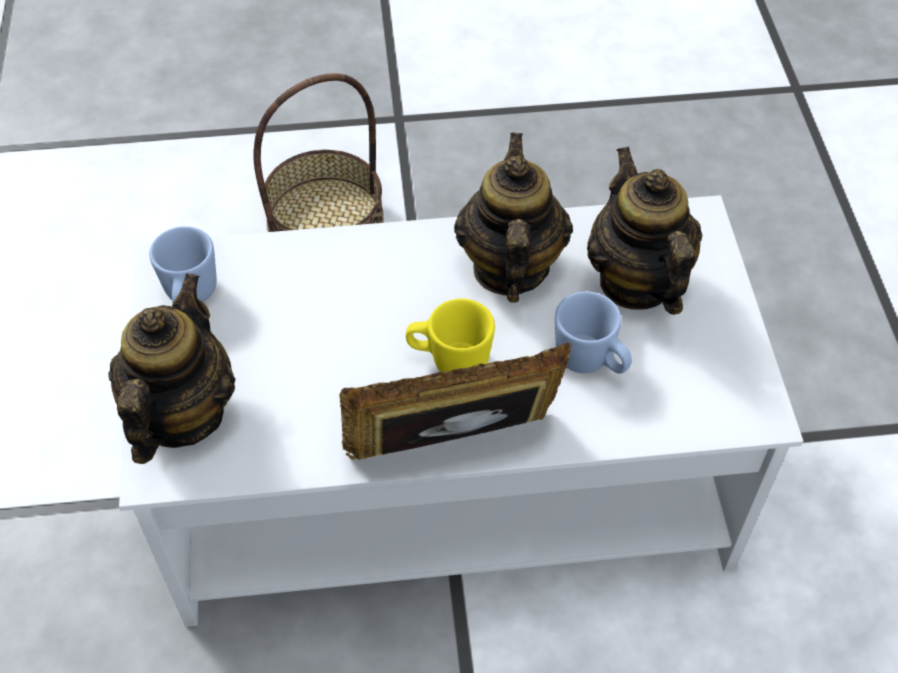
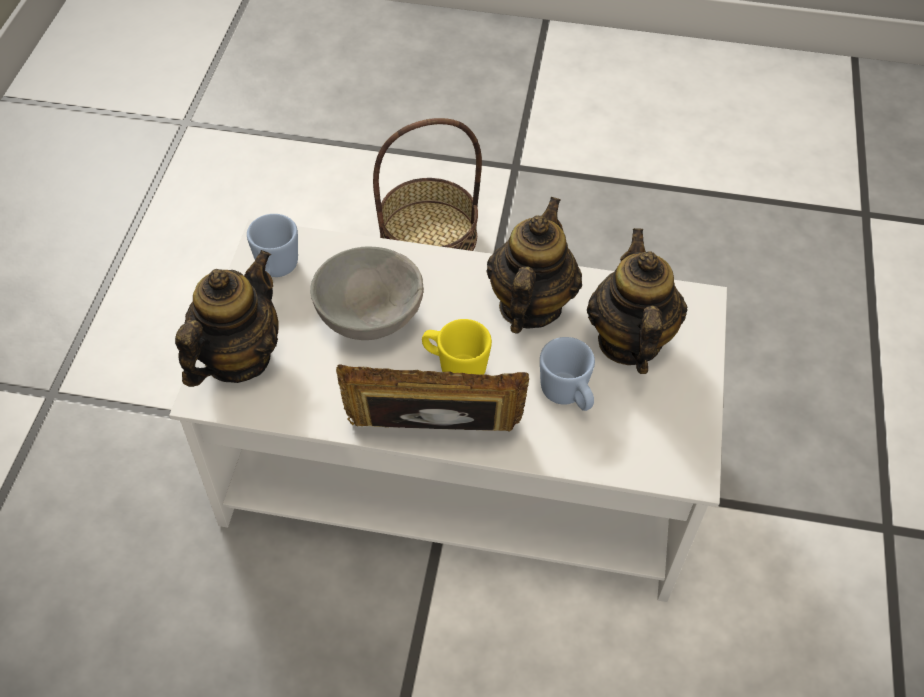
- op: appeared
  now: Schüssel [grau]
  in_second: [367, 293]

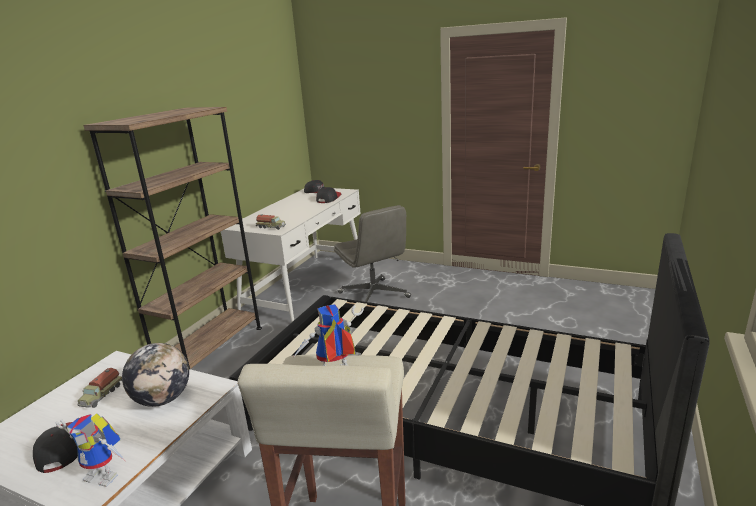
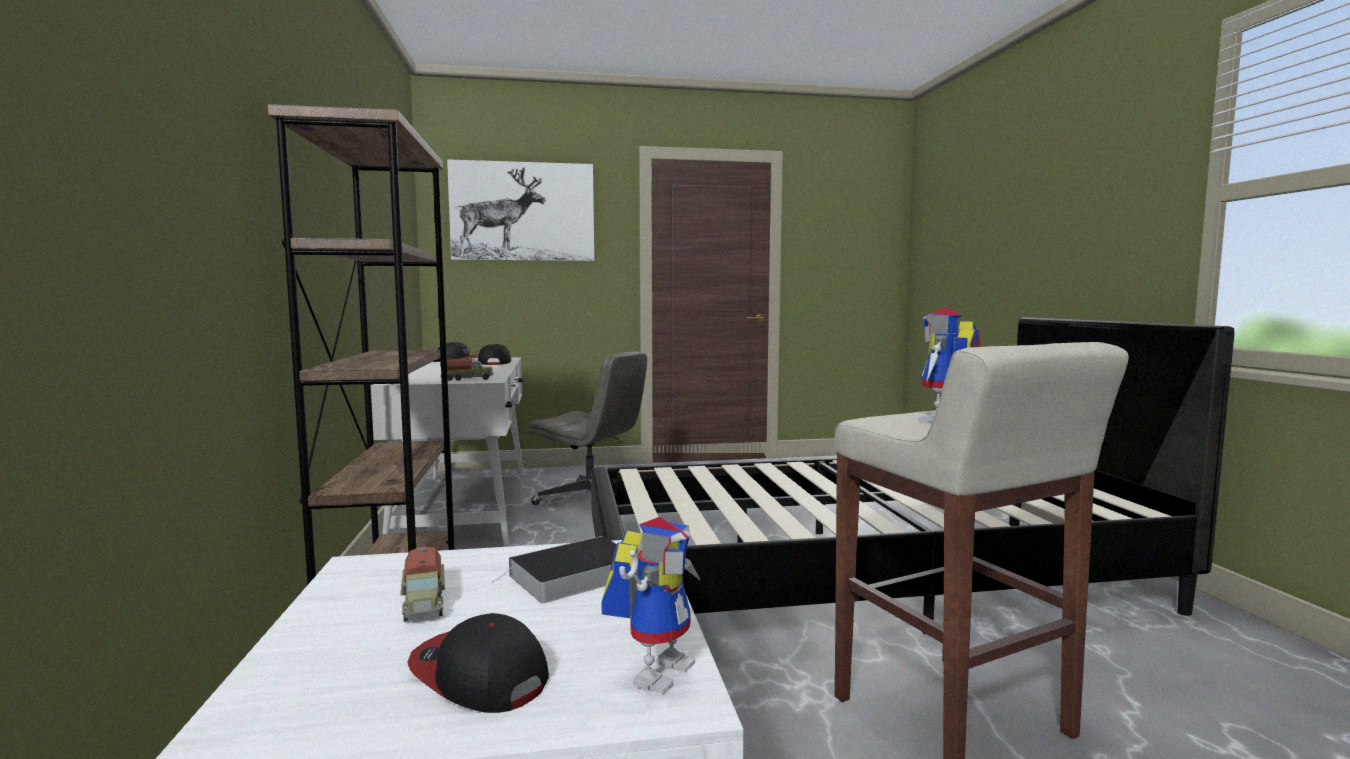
- op: appeared
  now: Bild
  in_second: [520, 210]
- op: exchanged
  was: Globus
  now: Buch
  in_first: [155, 375]
  in_second: [554, 569]
- op: spun
  was: Spielzeugroboter
  in_first: [90, 450]
  in_second: [651, 606]
  clockwise: -45

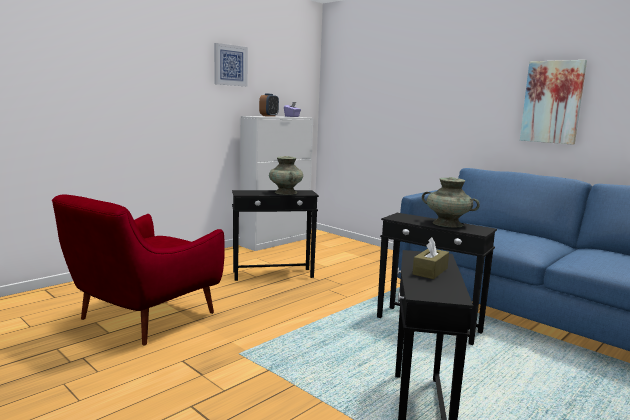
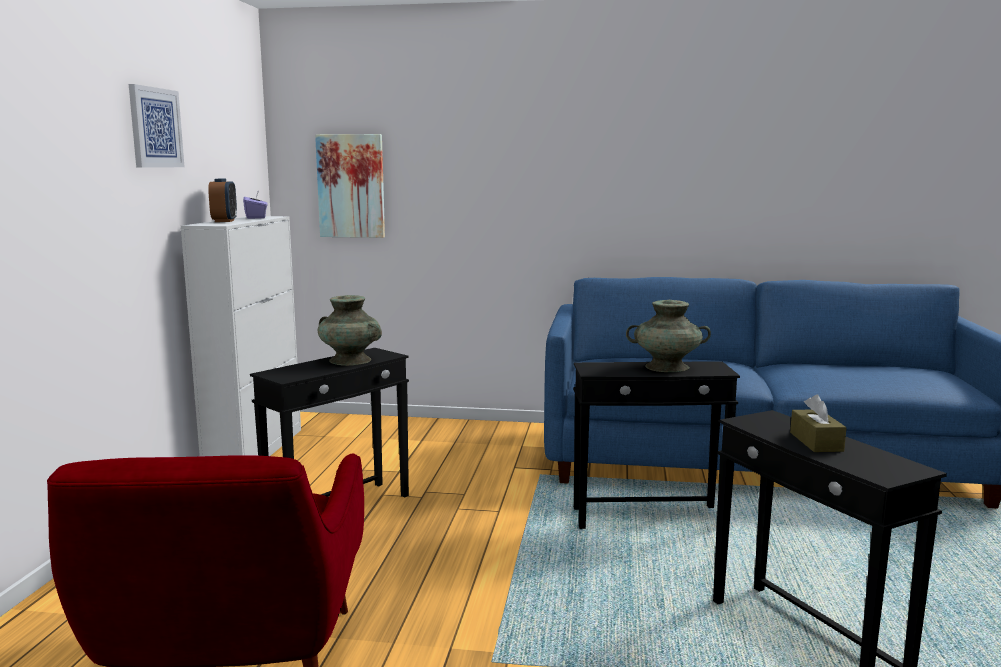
- op: relocated
  was: Bild
  in_first: [553, 102]
  in_second: [350, 186]

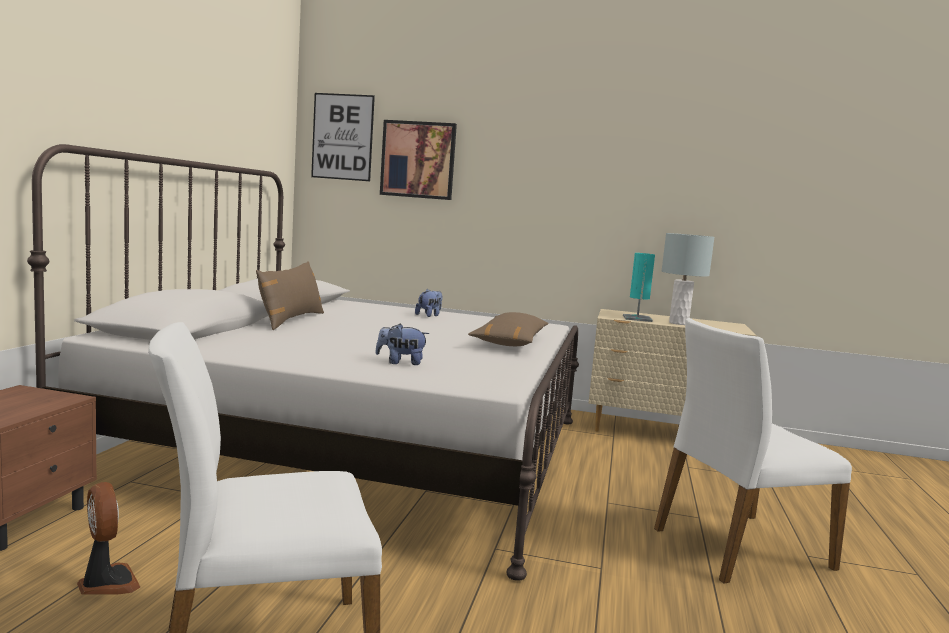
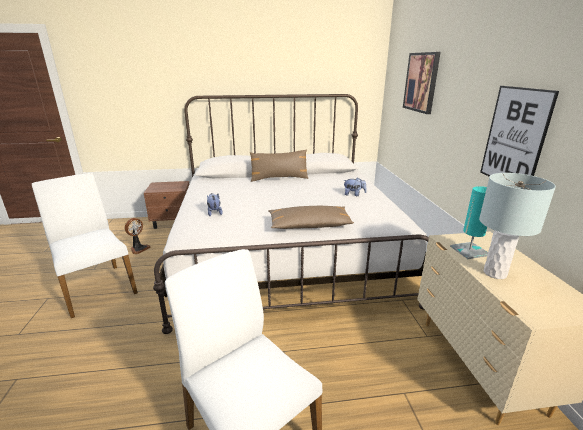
- op: relocated
  was: Bild
  in_first: [343, 137]
  in_second: [519, 131]

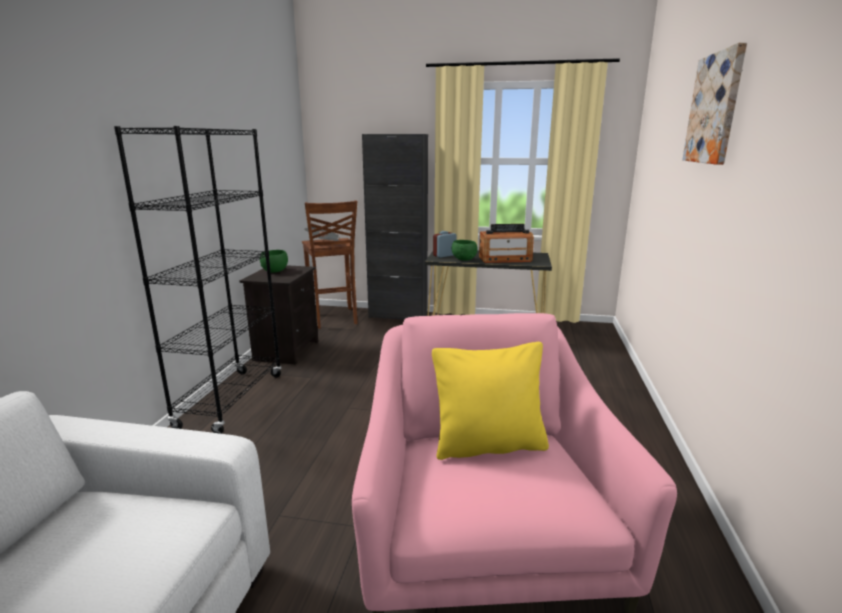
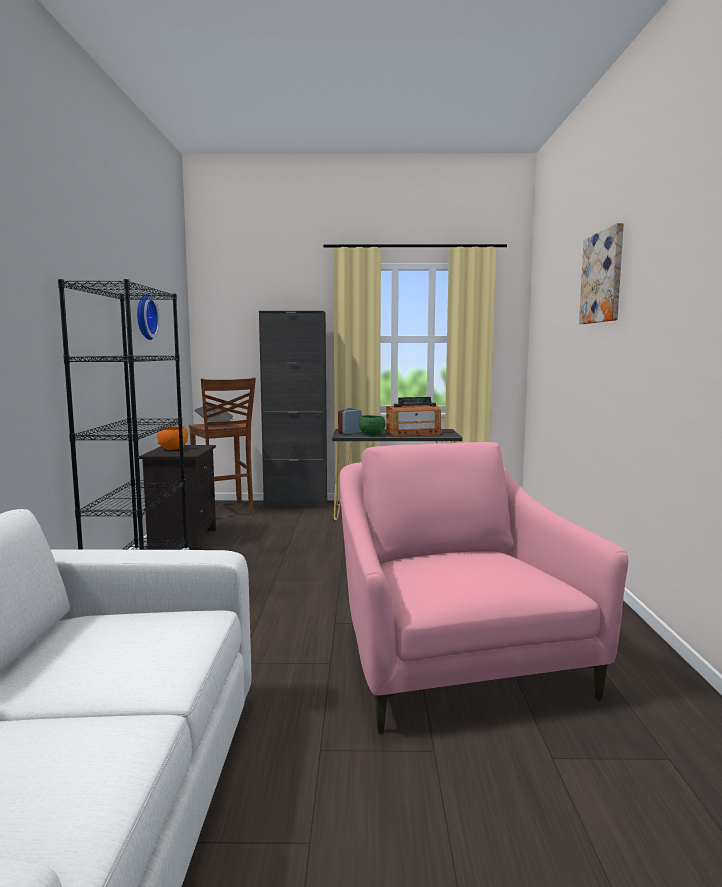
- op: appeared
  now: Wanduhr
  in_second: [148, 317]
- op: colour
  was: Schüssel [grün]
  now: Schüssel [orange]
  in_first: [274, 261]
  in_second: [172, 438]
- op: missing
  was: Kissen [gelb]
  in_first: [490, 401]

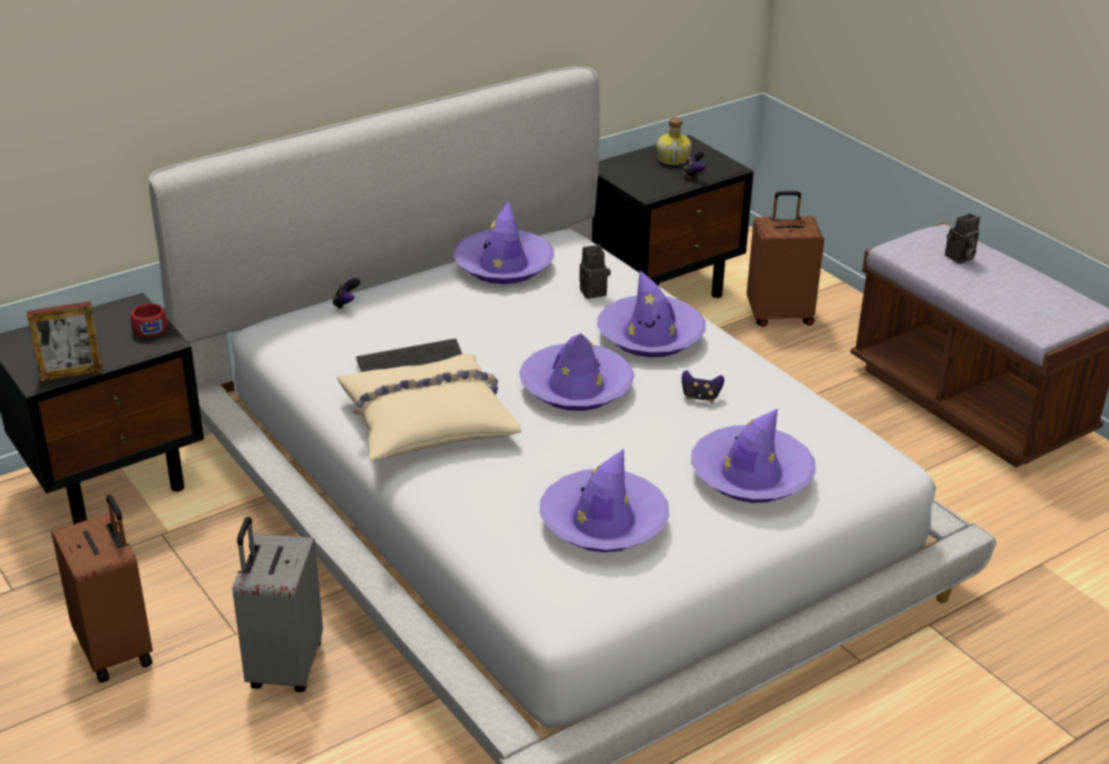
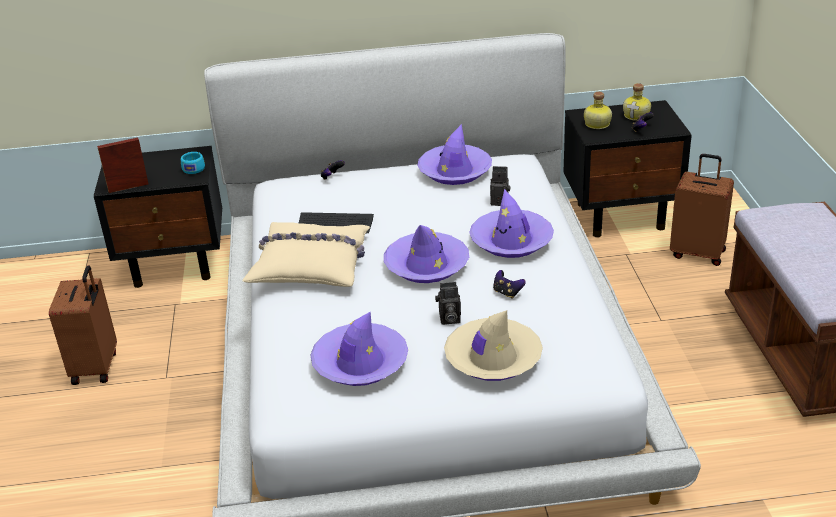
- op: spun
  was: Bilderrahmen
  in_first: [65, 341]
  in_second: [123, 165]
  clockwise: 150
- op: colour
  was: Tasse [rot]
  now: Tasse [türkis]
  in_first: [149, 320]
  in_second: [193, 163]
- op: relocated
  was: Kamera
  in_first: [962, 238]
  in_second: [448, 303]
- op: colour
  was: Hut [lila]
  now: Hut [beige]
  in_first: [753, 455]
  in_second: [493, 345]
- op: appeared
  now: Flasche
  in_second: [598, 110]
- op: missing
  was: Koffer [grau]
  in_first: [278, 604]

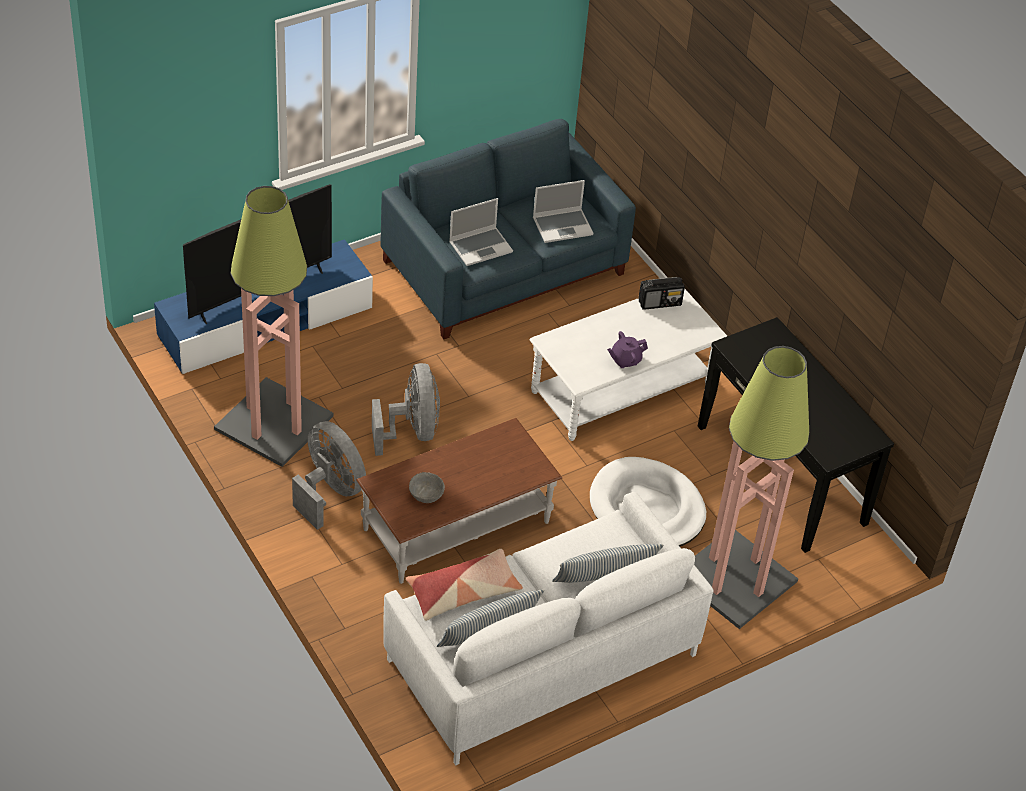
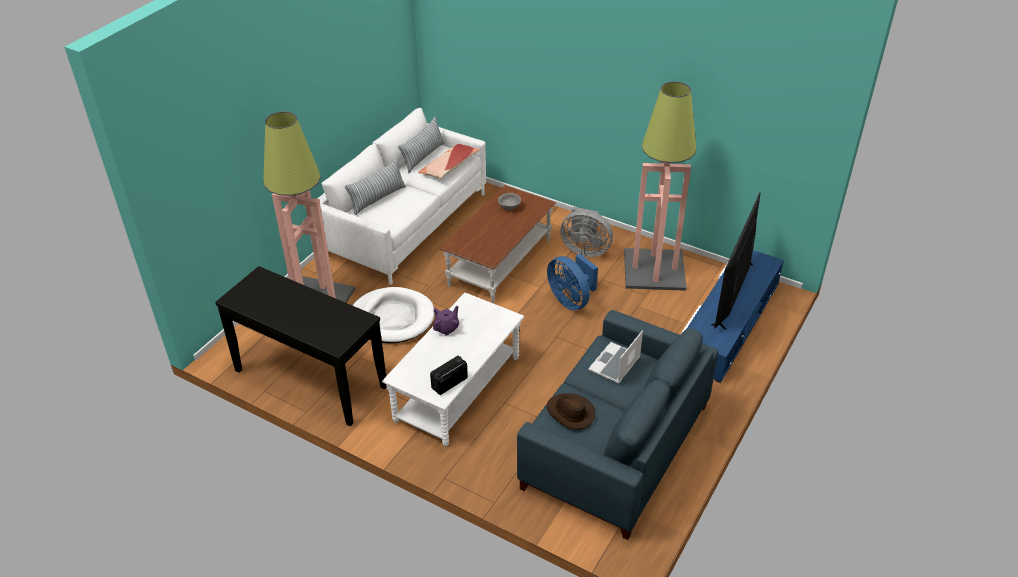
- op: exchanged
  was: Laptop
  now: Hut [braun]
  in_first: [563, 211]
  in_second: [570, 411]
- op: colour
  was: Ventilator [grau]
  now: Ventilator [blau]
  in_first: [406, 409]
  in_second: [572, 282]

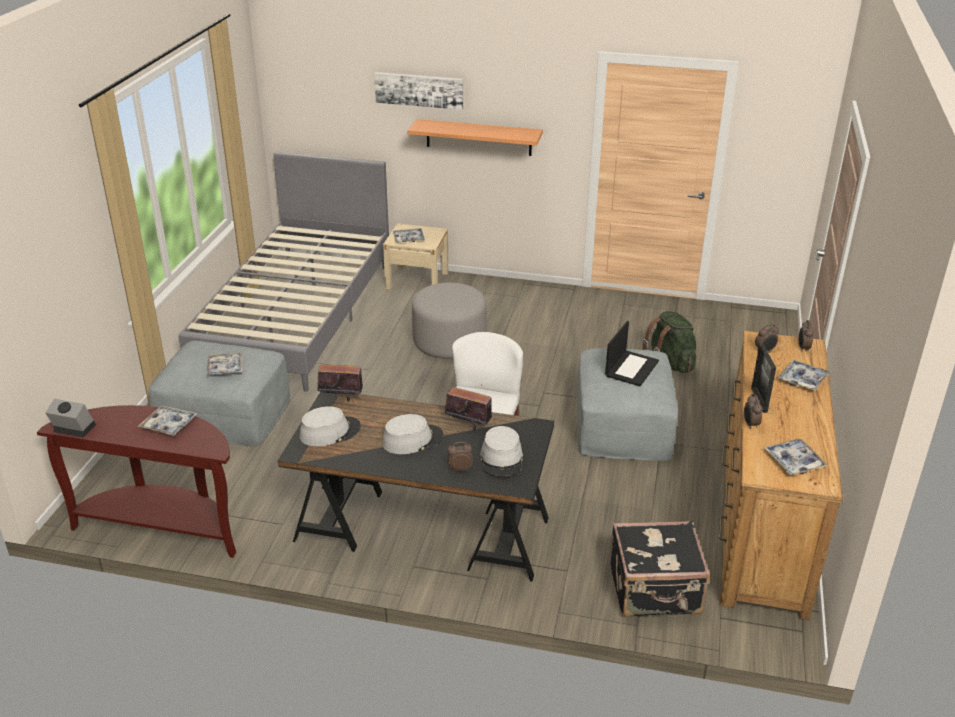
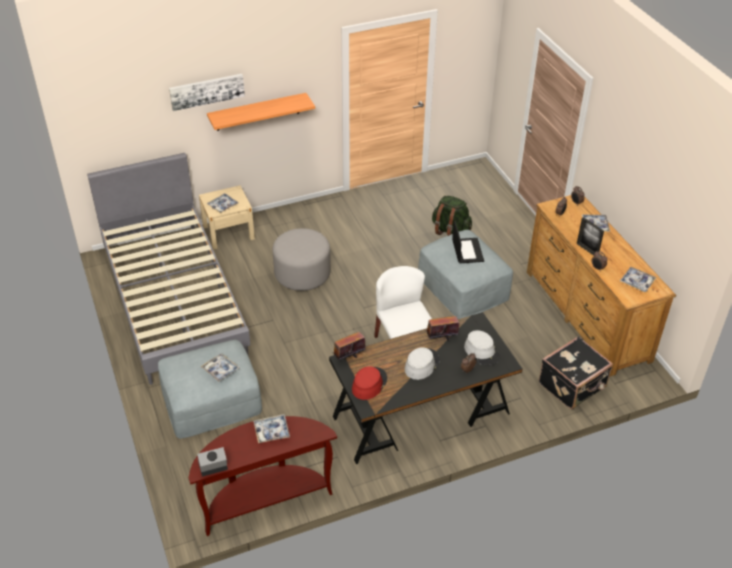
- op: colour
  was: Hut [grau]
  now: Hut [rot]
  in_first: [330, 426]
  in_second: [369, 383]

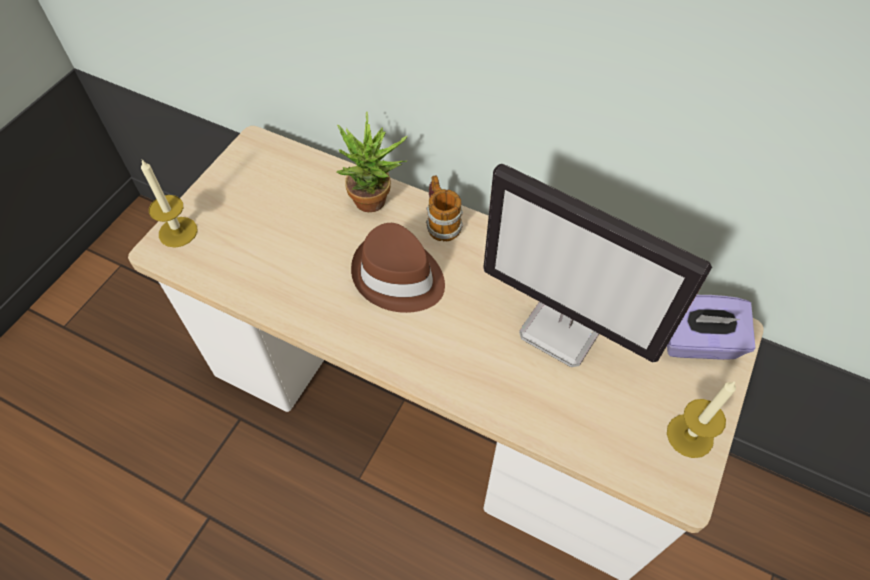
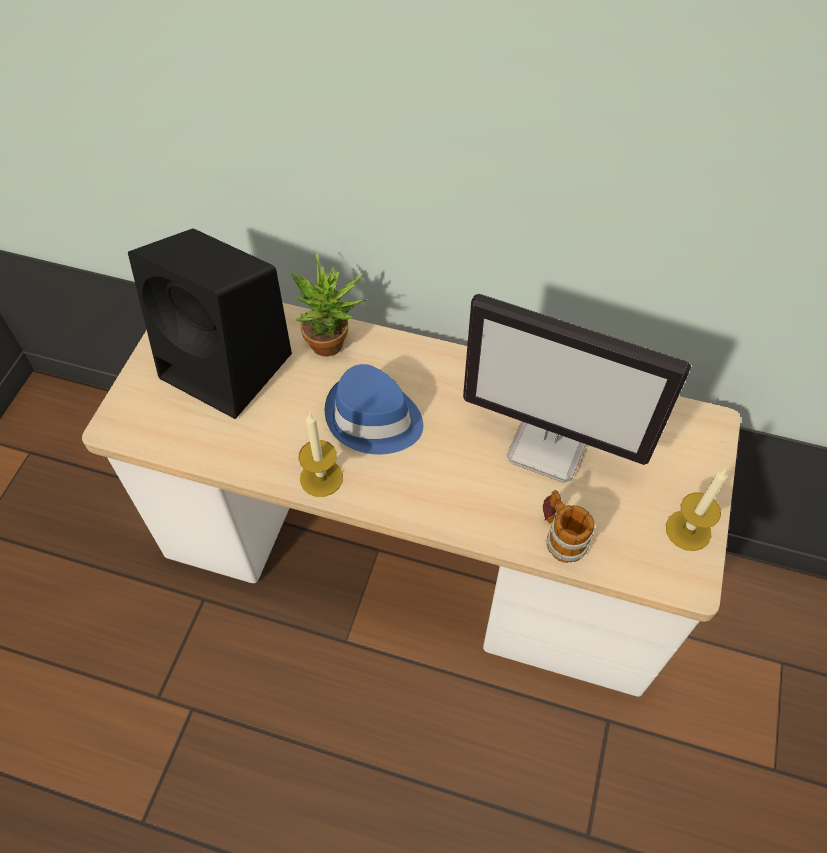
- op: appeared
  now: Lautsprecher [schwarz]
  in_second: [210, 323]
- op: relocated
  was: Kerze
  in_first: [169, 203]
  in_second: [320, 454]
- op: colour
  was: Hut [braun]
  now: Hut [blau]
  in_first: [398, 268]
  in_second: [374, 409]
- op: relocated
  was: Henkelbecher
  in_first: [444, 208]
  in_second: [568, 526]
- op: missing
  was: Taschentuchbox [lila]
  in_first: [711, 327]

